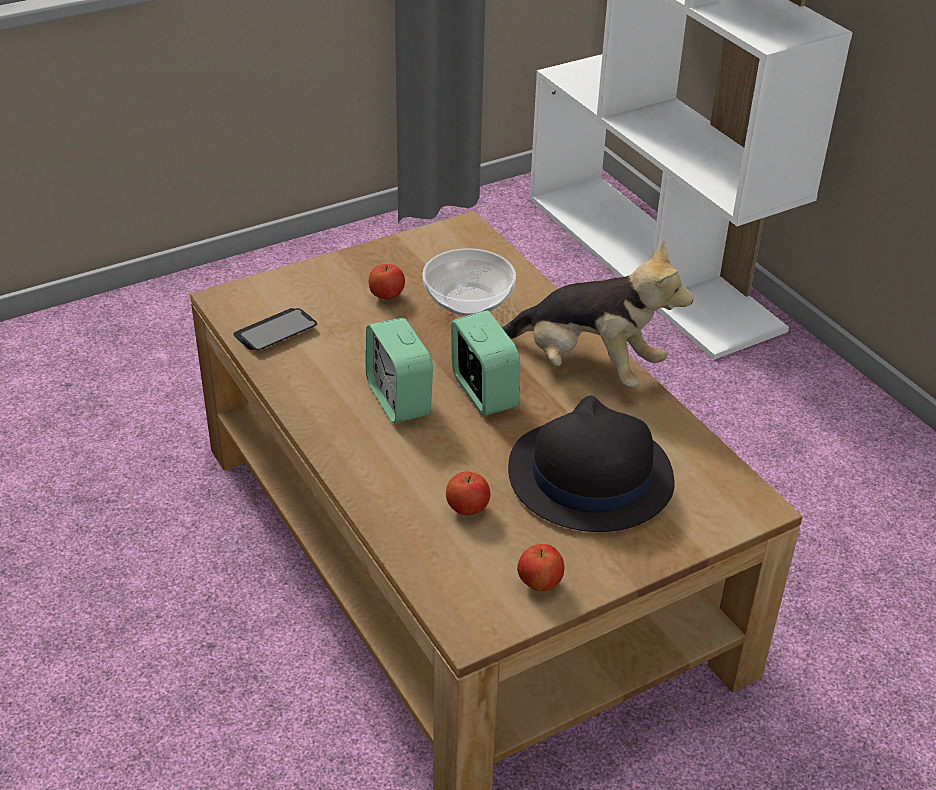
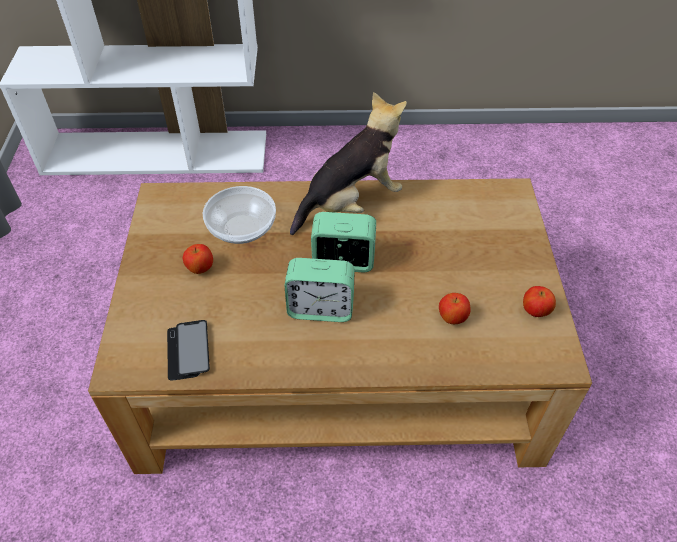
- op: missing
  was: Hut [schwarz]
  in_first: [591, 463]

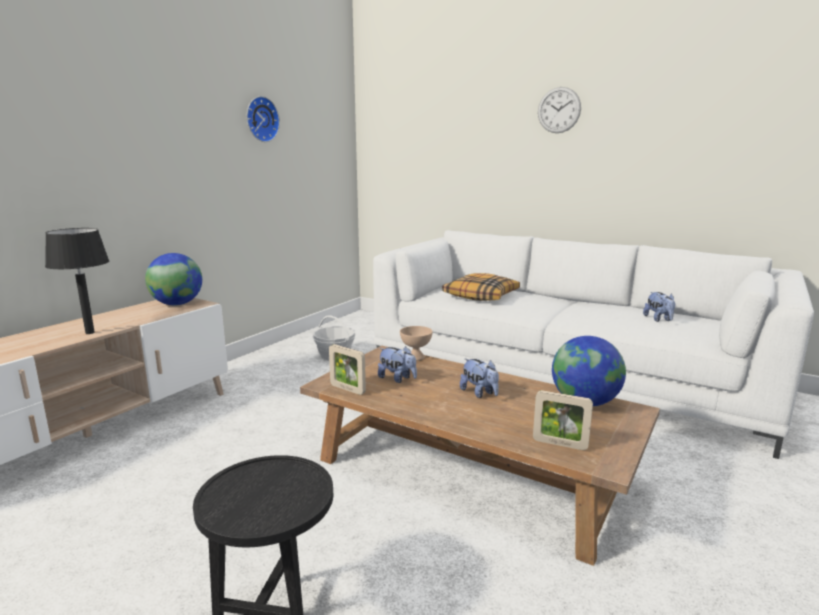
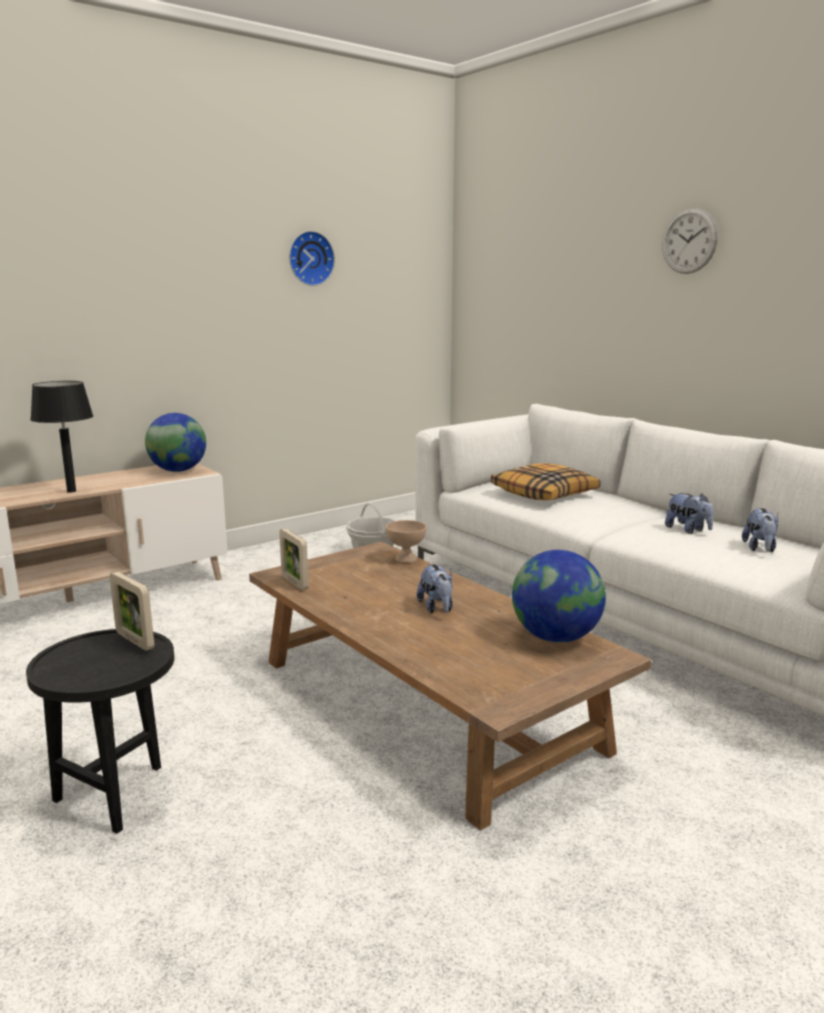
- op: relocated
  was: Bilderrahmen
  in_first: [563, 420]
  in_second: [132, 611]
- op: relocated
  was: Plüschtier
  in_first: [397, 364]
  in_second: [689, 513]

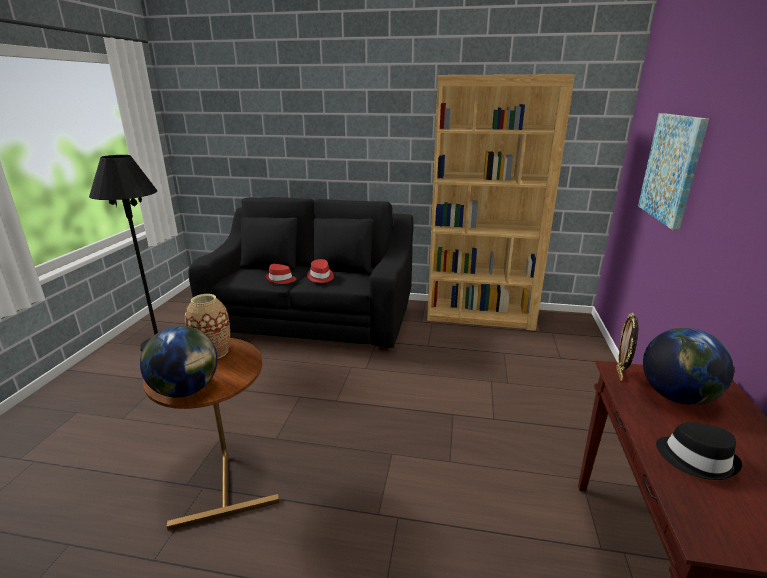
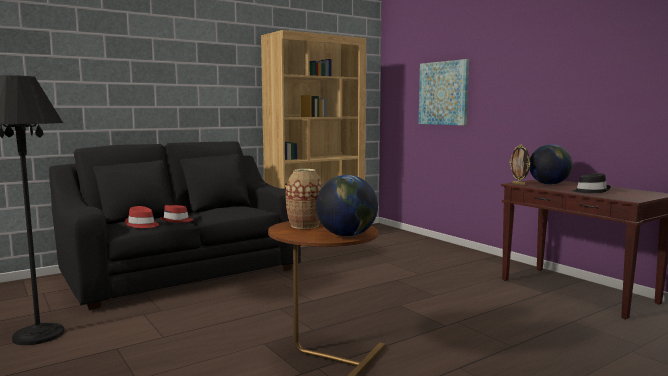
- op: relocated
  was: Hut [rot]
  in_first: [320, 271]
  in_second: [142, 217]

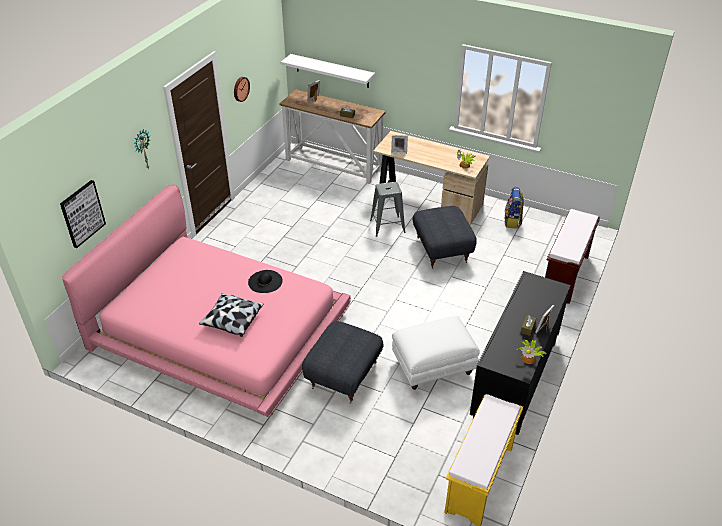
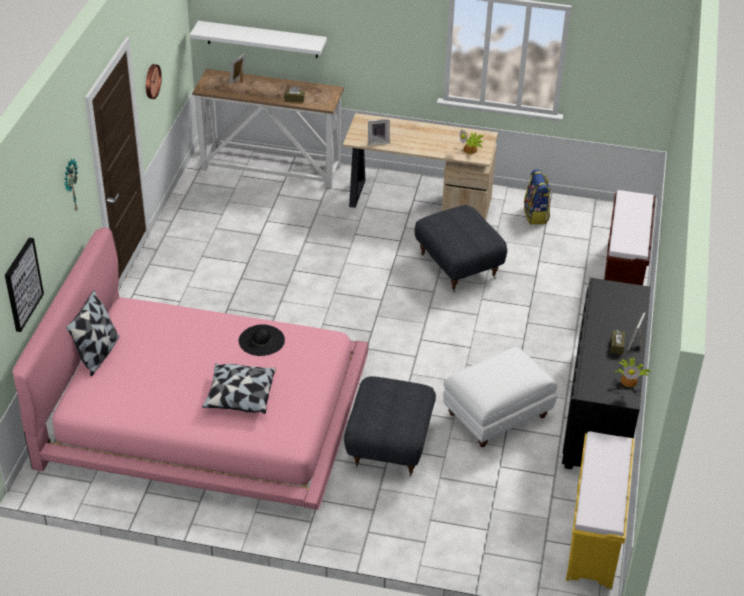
- op: appeared
  now: Kissen
  in_second: [92, 333]
- op: missing
  was: Hocker [grau]
  in_first: [388, 209]

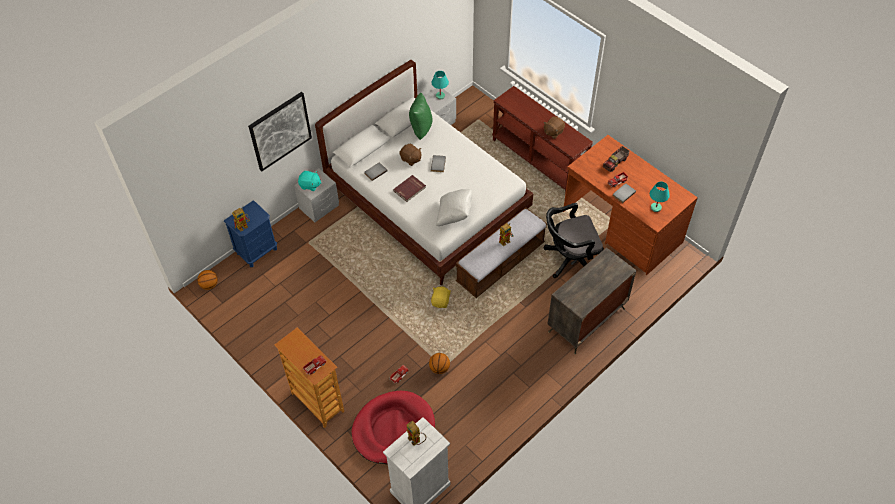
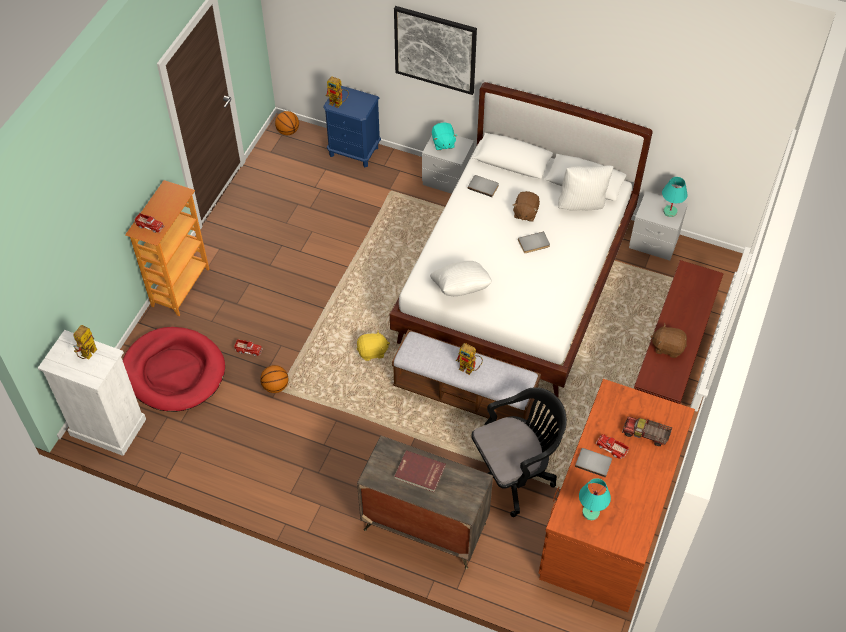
- op: relocated
  was: Buch [rot]
  in_first: [409, 188]
  in_second: [420, 471]
- op: spun
  was: Bürostuhl [schwarz]
  in_first: [573, 240]
  in_second: [519, 452]
  clockwise: 105
- op: colour
  was: Kissen [grün]
  now: Kissen [weiß]
  in_first: [421, 116]
  in_second: [586, 188]

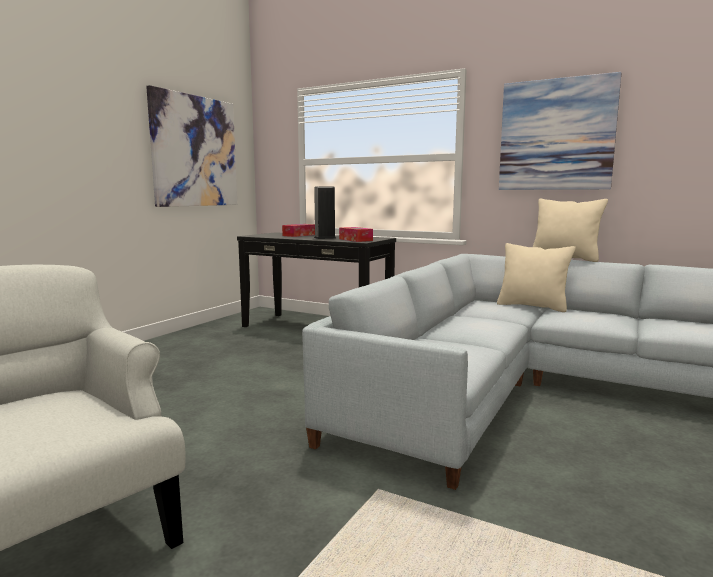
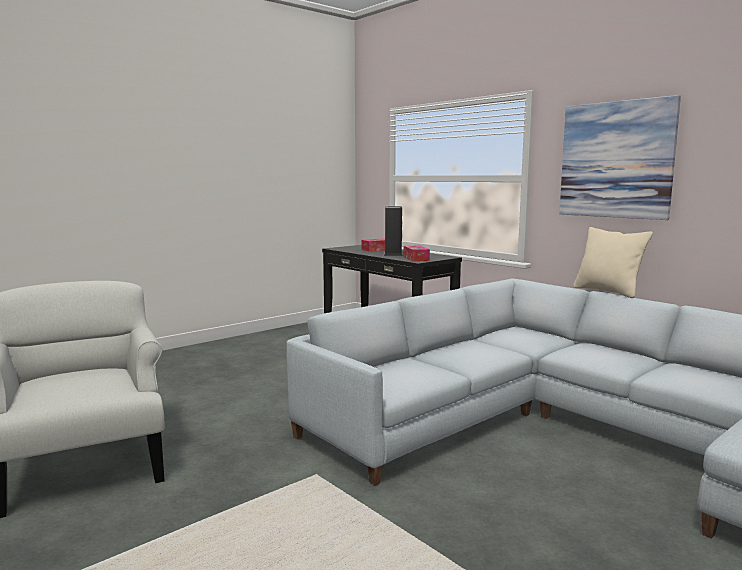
- op: missing
  was: Bild
  in_first: [191, 146]
- op: missing
  was: Kissen [beige]
  in_first: [536, 277]

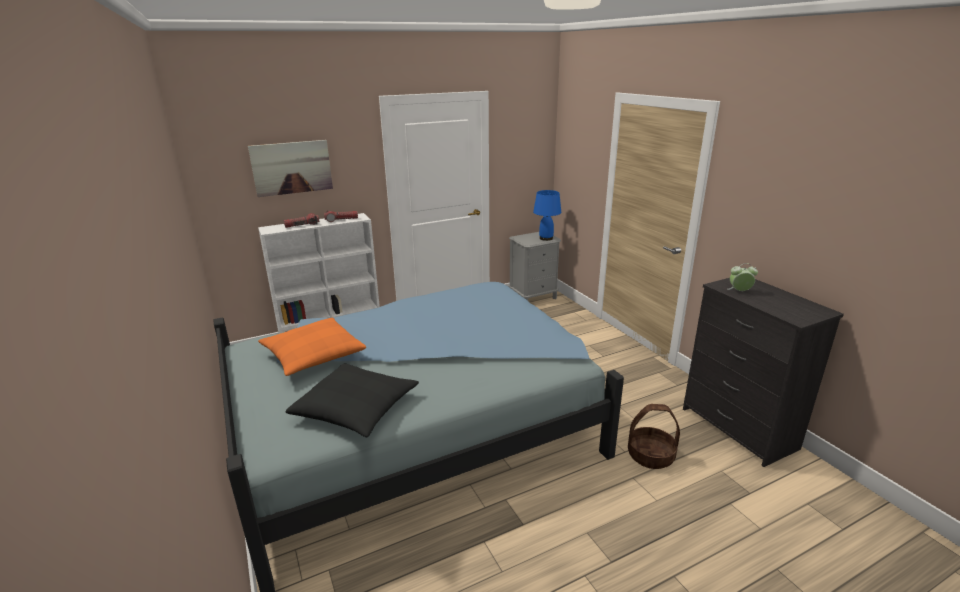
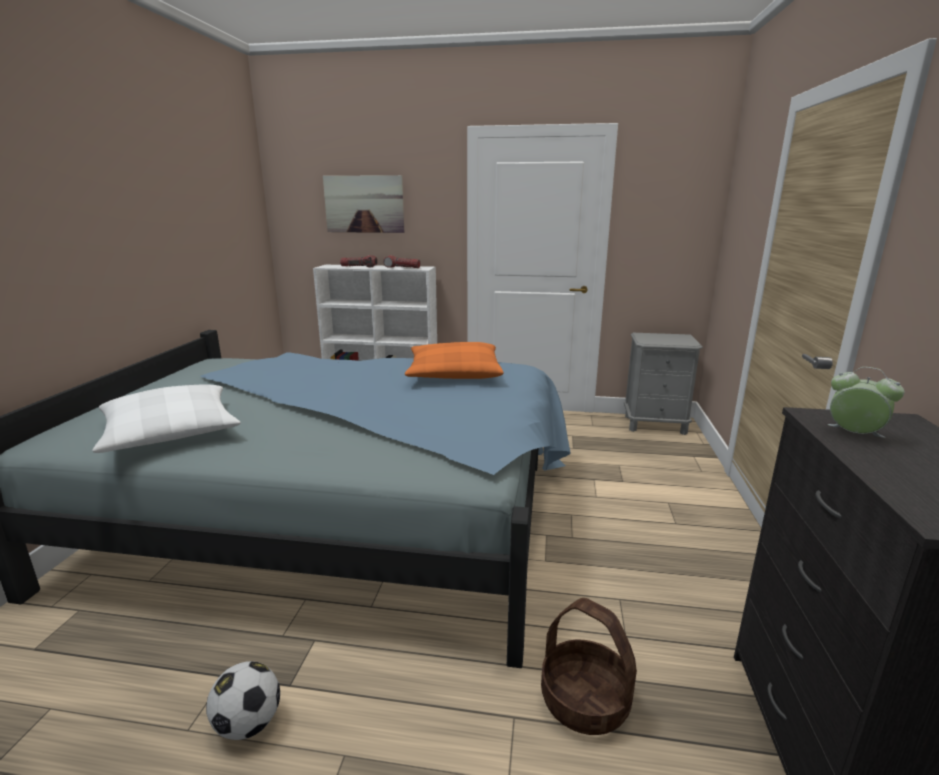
- op: colour
  was: Kissen [schwarz]
  now: Kissen [weiß]
  in_first: [352, 400]
  in_second: [166, 419]
- op: appeared
  now: Fußball
  in_second: [243, 700]
- op: relocated
  was: Kissen [orange]
  in_first: [312, 347]
  in_second: [454, 360]
- op: missing
  was: Tischlampe [blau]
  in_first: [547, 215]

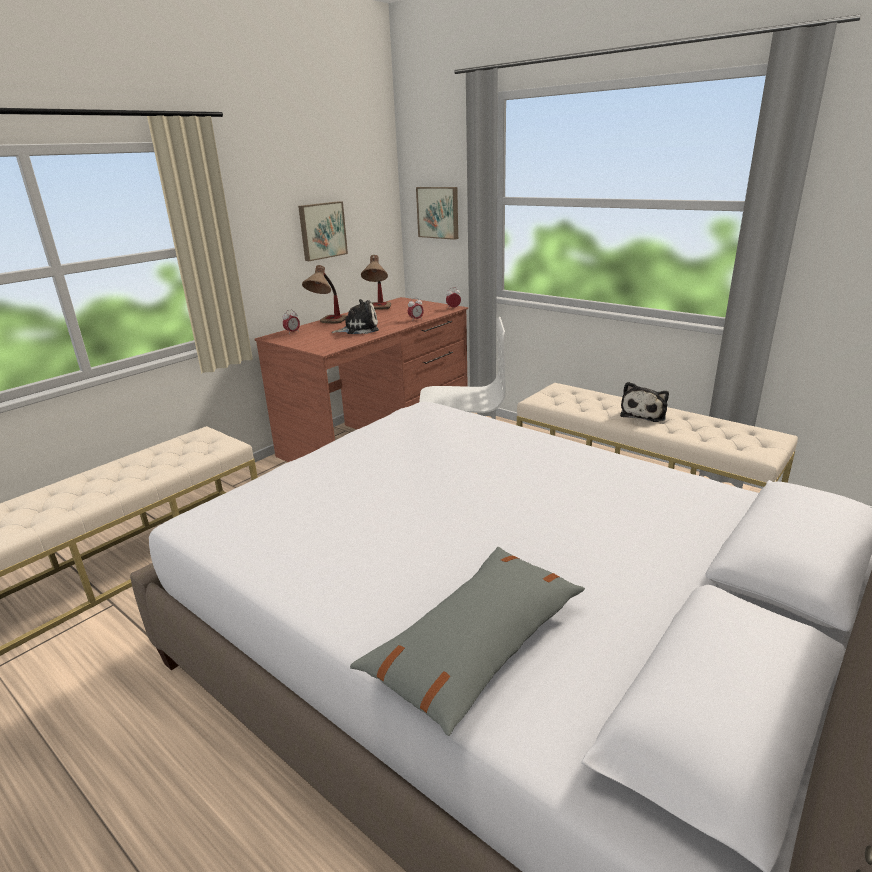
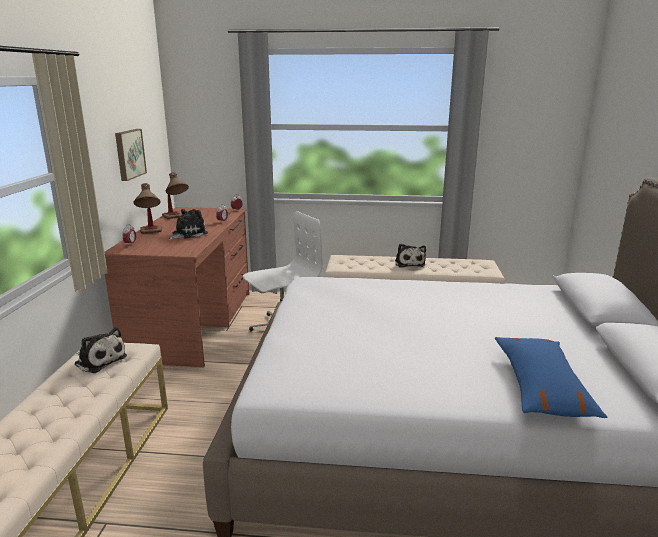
- op: appeared
  now: Plüschtier
  in_second: [100, 350]
- op: colour
  was: Kissen [grau]
  now: Kissen [blau]
  in_first: [467, 641]
  in_second: [551, 377]
- op: missing
  was: Bild
  in_first: [437, 213]

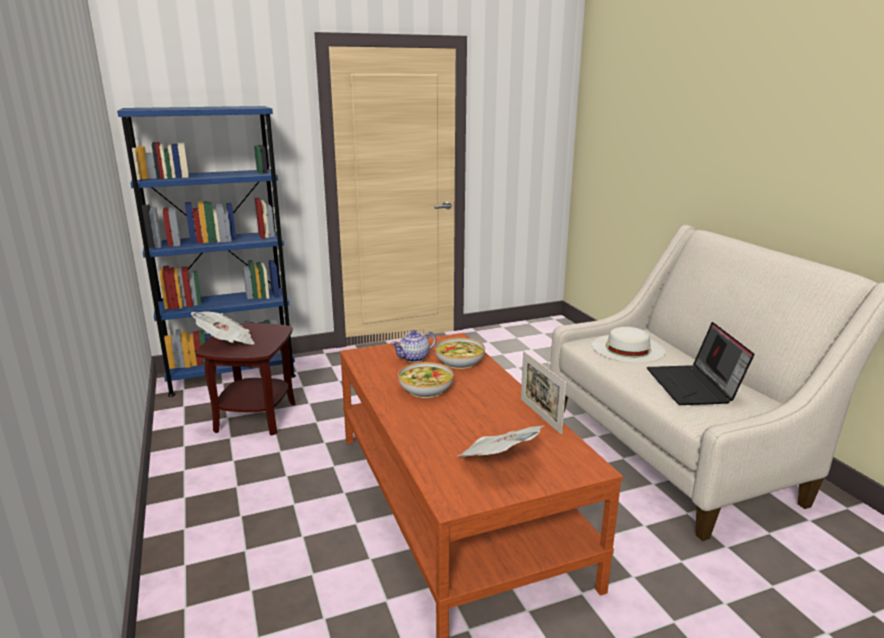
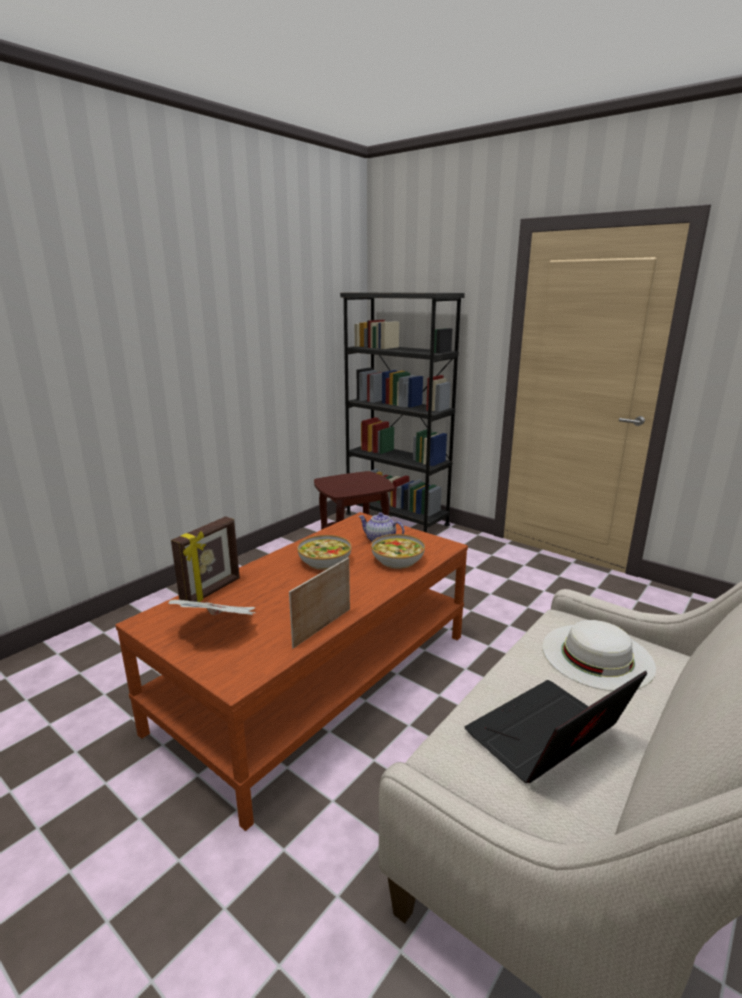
- op: appeared
  now: Bilderrahmen
  in_second: [205, 559]
- op: colour
  was: Bücherregal [blau]
  now: Bücherregal [schwarz]
  in_first: [206, 251]
  in_second: [402, 412]
- op: missing
  was: Zeitung
  in_first: [222, 328]

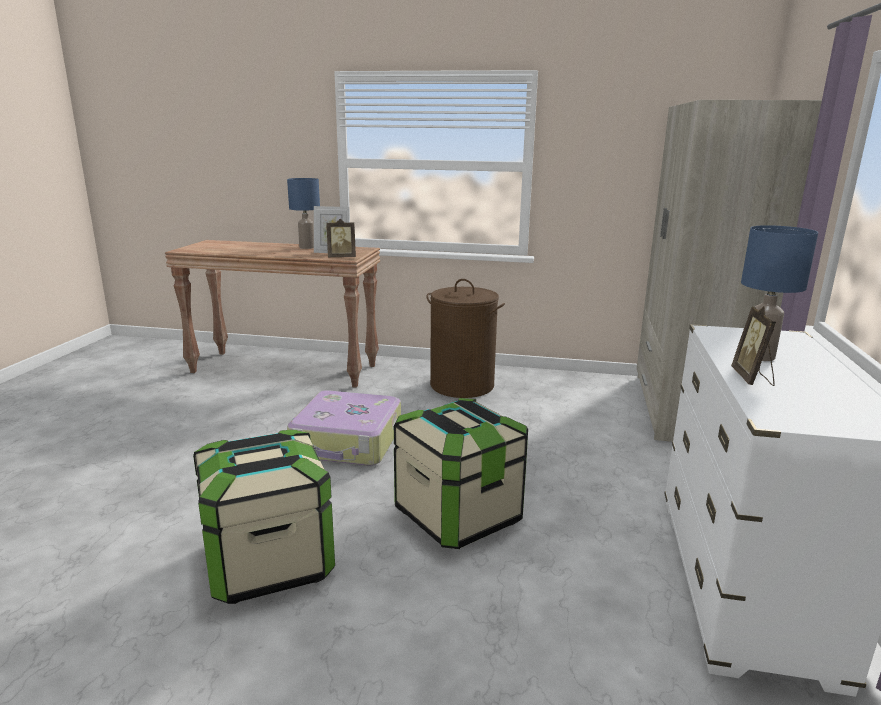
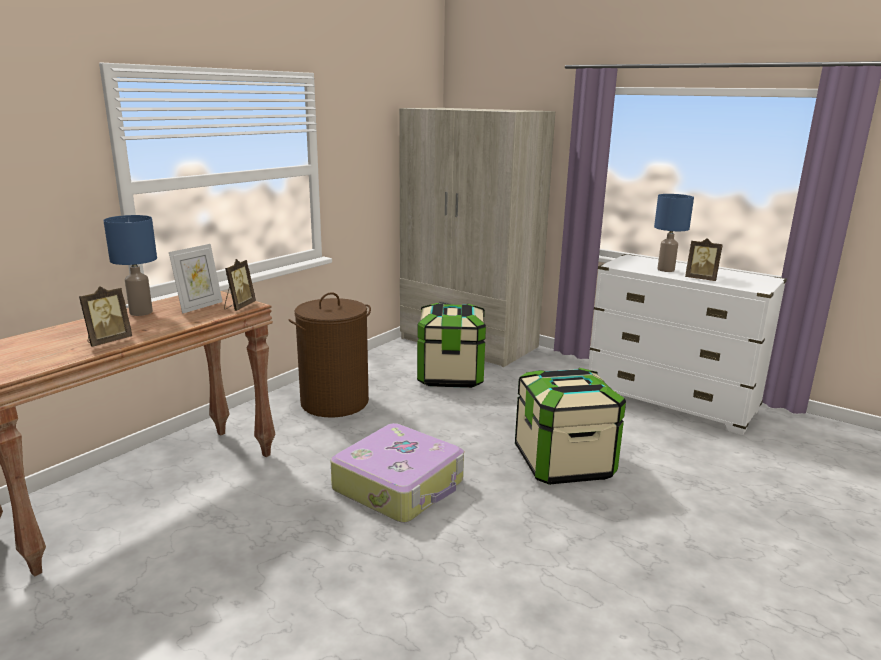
- op: appeared
  now: Bilderrahmen
  in_second: [105, 316]
- op: relocated
  was: Aufbewahrungsbox
  in_first: [264, 517]
  in_second: [451, 345]

